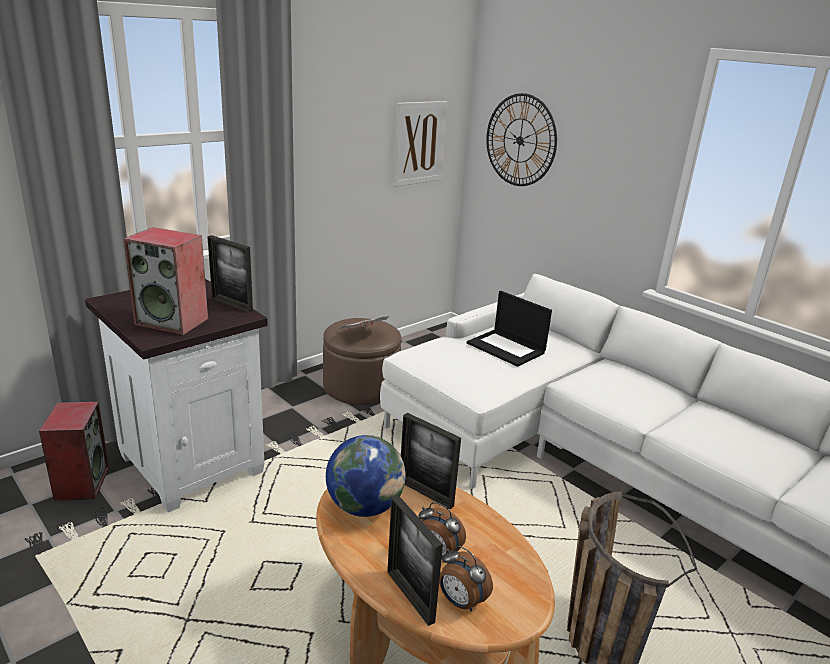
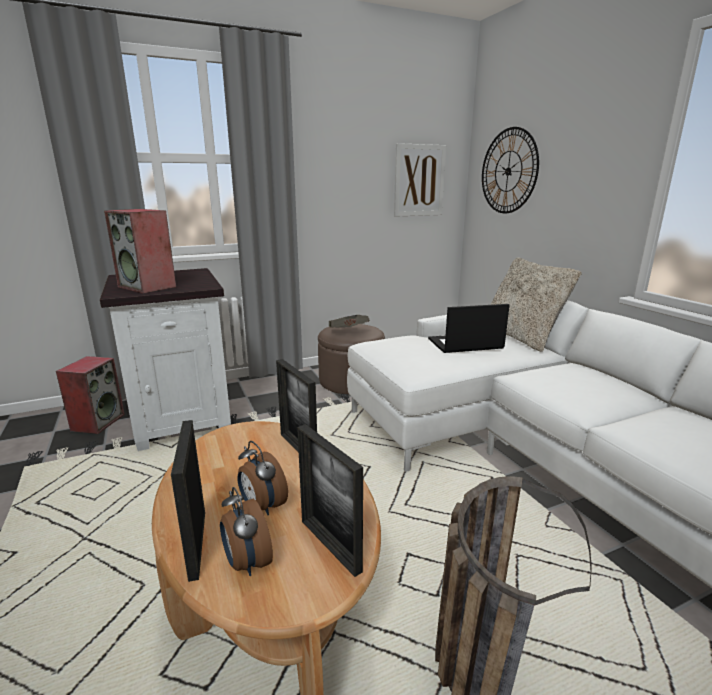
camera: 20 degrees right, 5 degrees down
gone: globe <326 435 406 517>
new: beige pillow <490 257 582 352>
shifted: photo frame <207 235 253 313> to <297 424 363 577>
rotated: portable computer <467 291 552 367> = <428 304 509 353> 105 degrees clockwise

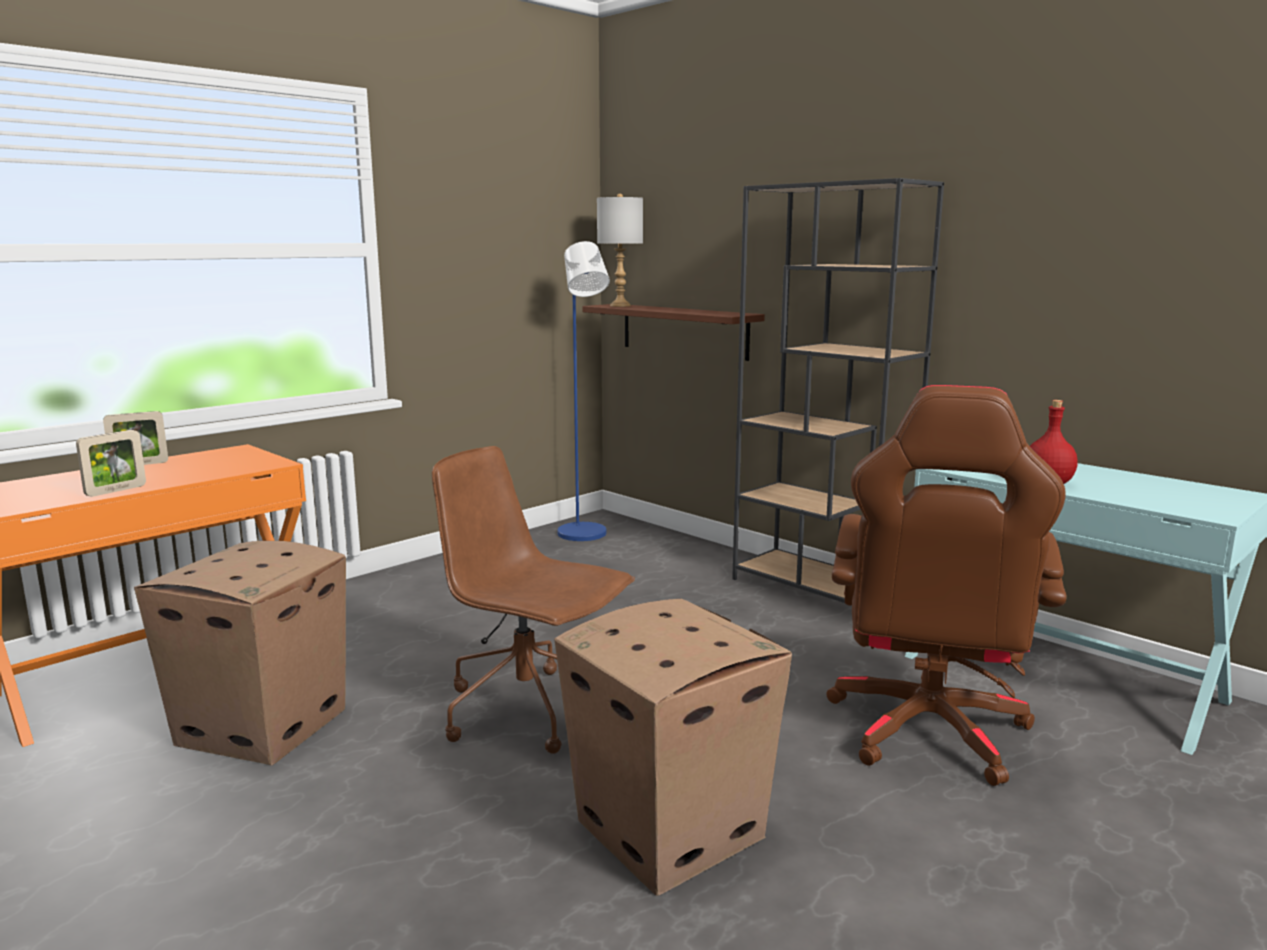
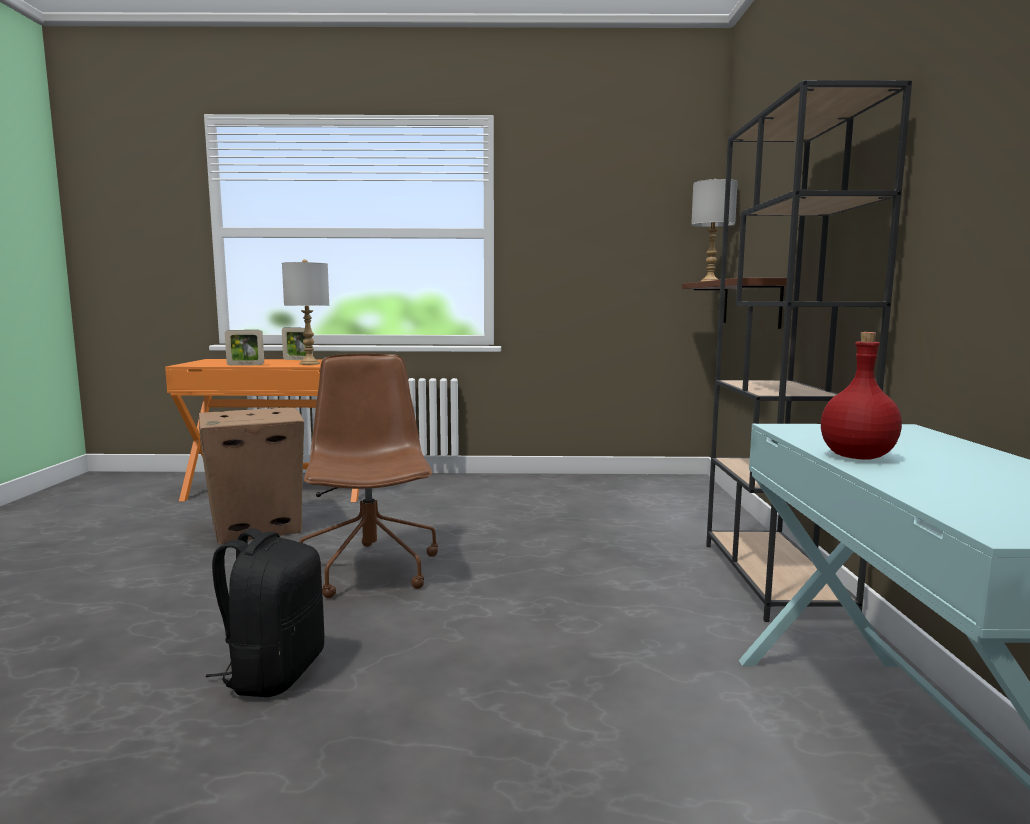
camera: 45 degrees right, 5 degrees down
gone: bluish standard lamp <558 241 610 541>; brownish computer chair <826 385 1066 786>
new: greyish tabletop lamp <282 259 329 365>
swapped: carton <554 599 792 895> to black-coloured backpack <205 529 324 697>

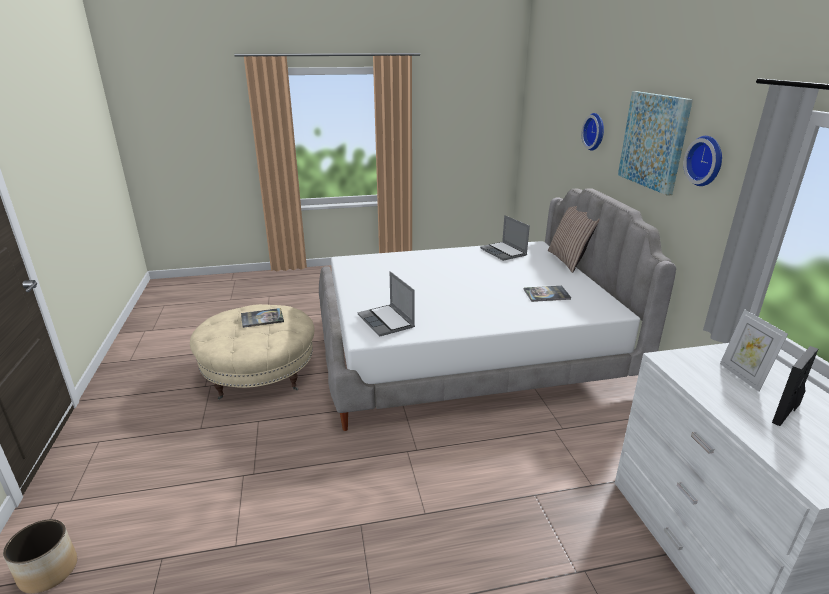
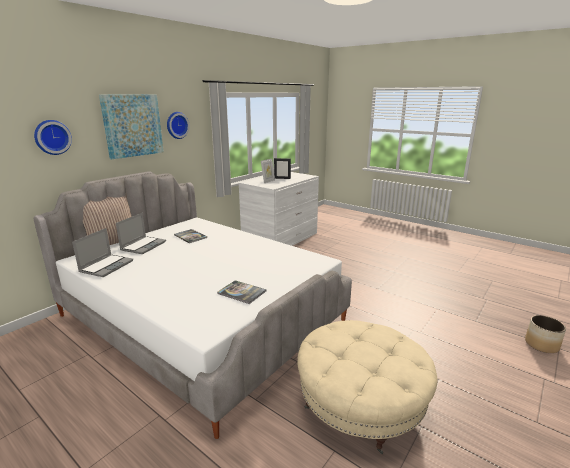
camera: 130 degrees left, 5 degrees down
shifted: bound book <241 308 284 328> to <217 280 266 304>; portable computer <358 271 415 337> to <116 213 166 254>

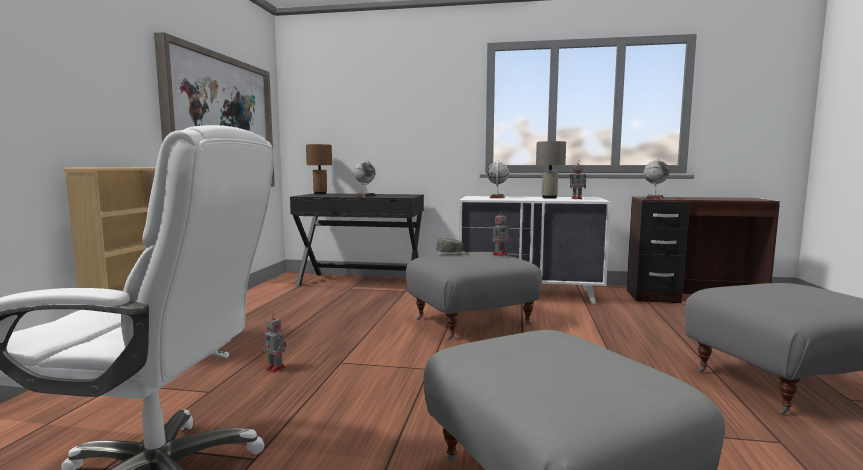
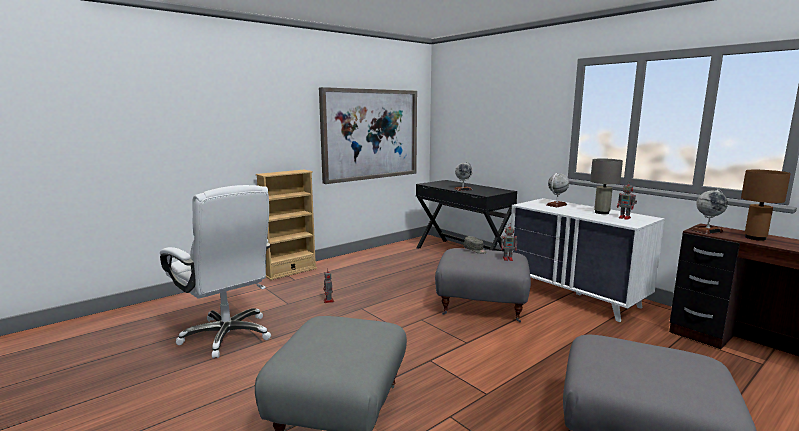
camera: 40 degrees right, 5 degrees up
shifted: brownish tabletop lamp <306 144 332 194> to <741 170 791 241>

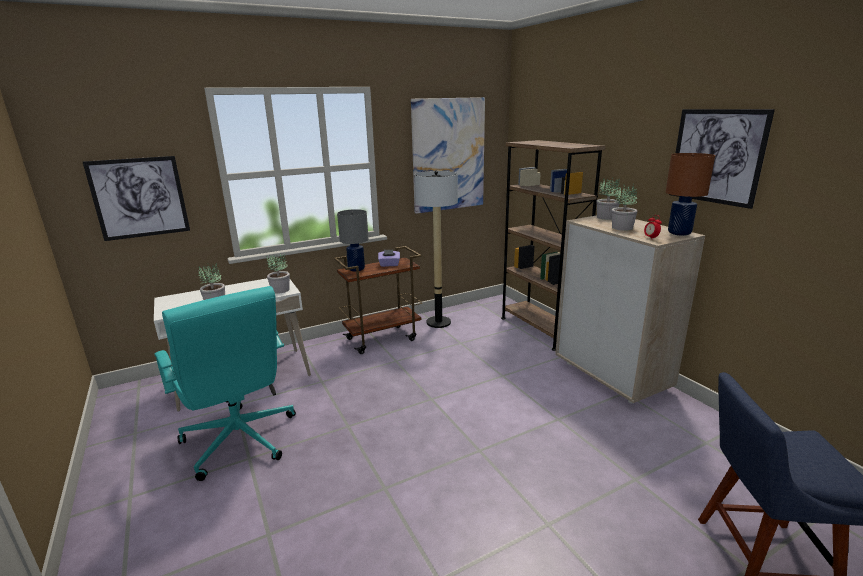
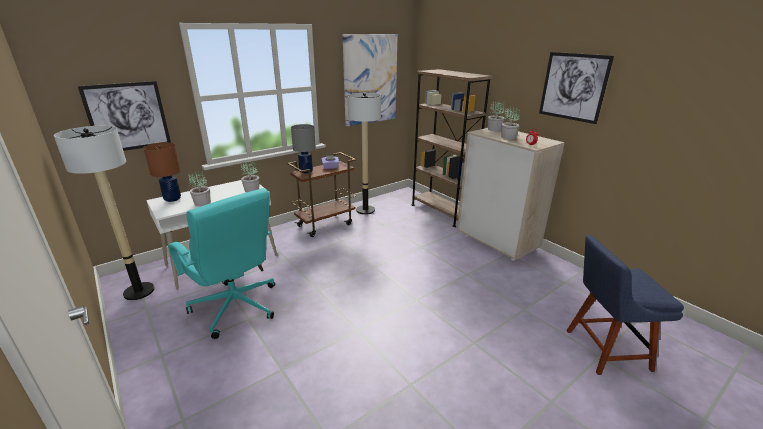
camera: 10 degrees left, 5 degrees up
new: standard lamp <54 126 155 300>
shifted: brownish tabletop lamp <666 153 715 236> to <143 142 181 202>

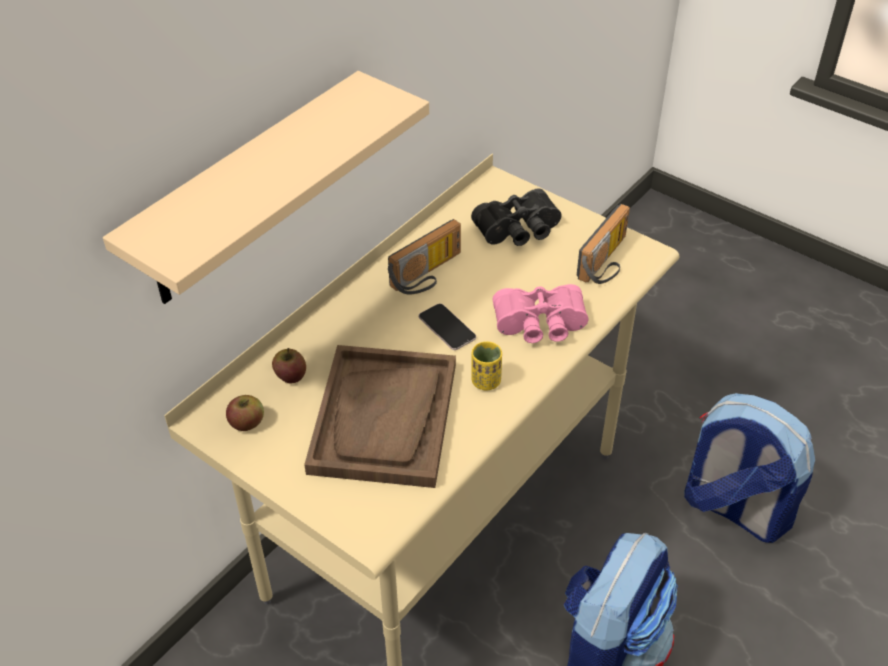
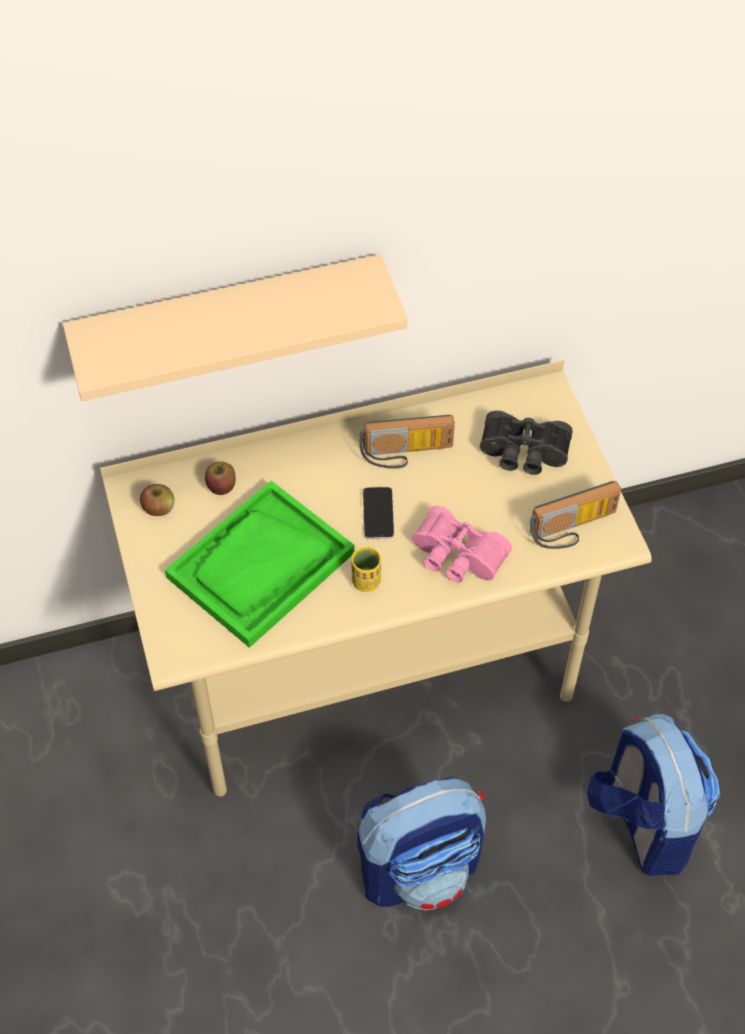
camera: 35 degrees right, 10 degrees up
repainted: brownish carrying tray <304 345 456 488> to green-coloured carrying tray <165 481 355 648>

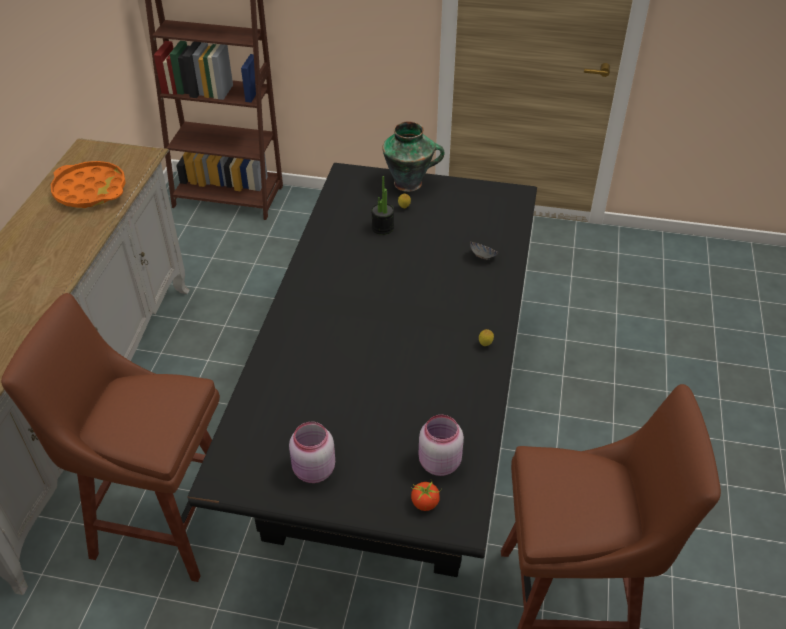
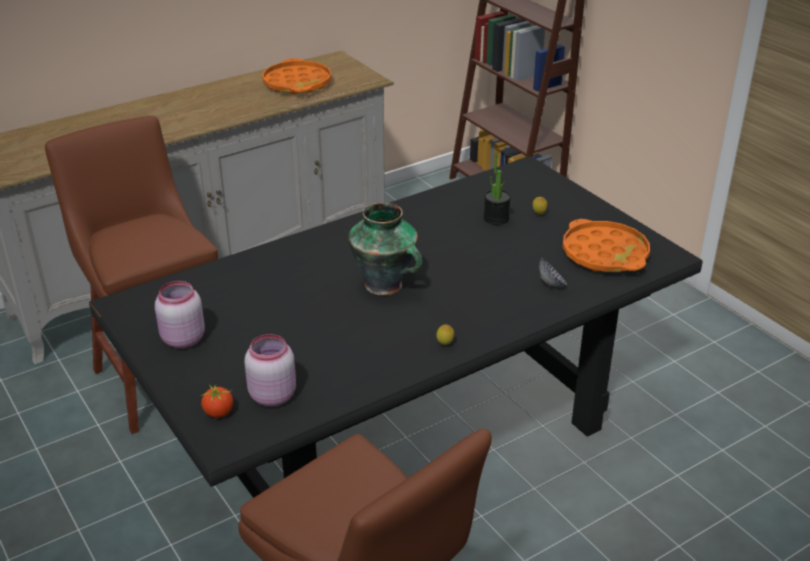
camera: 45 degrees right, 10 degrees down
new: orange-coloured carrying tray <563 219 650 272>
shifted: decorative vase <382 121 444 192> to <348 203 423 295>

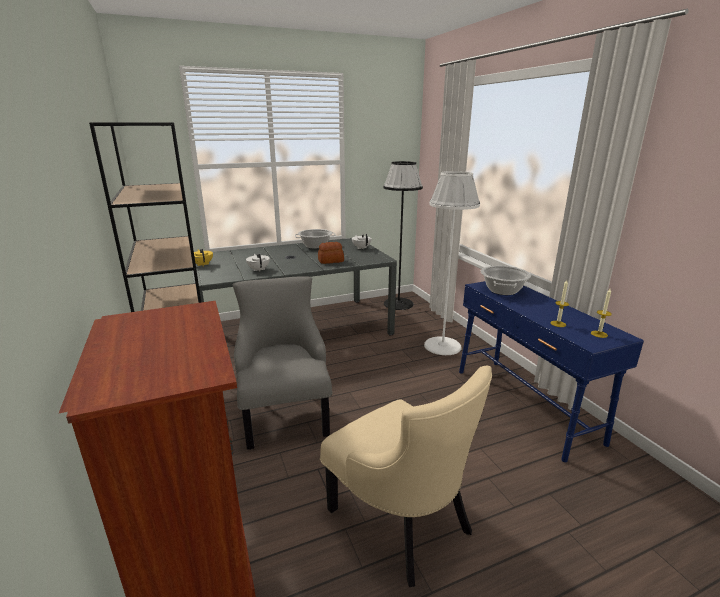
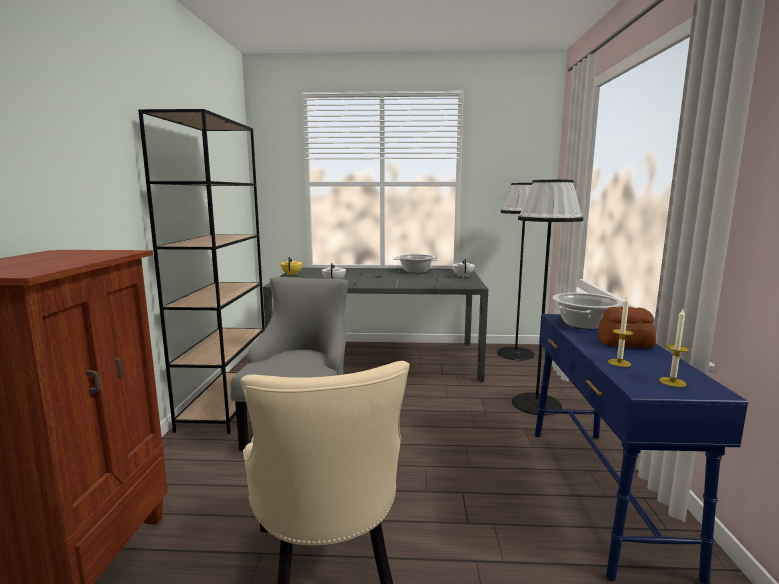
camera: 25 degrees right, 10 degrees down
shifted: bakery bread <318 242 344 264> to <598 307 656 348>
repainted: whitish standard lamp <424 171 480 355> to black-coloured standard lamp <512 180 583 415>

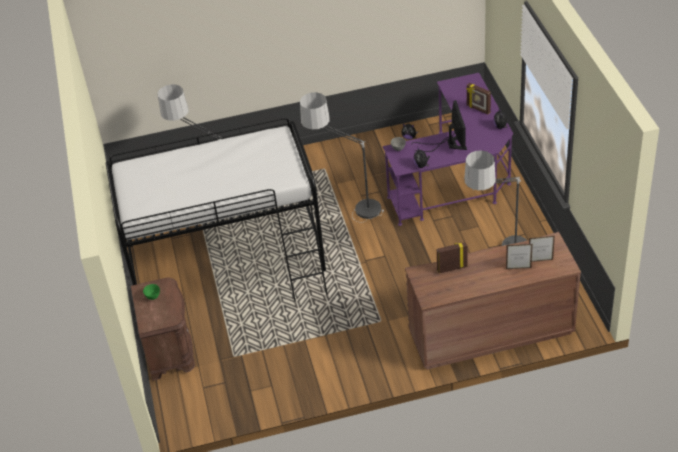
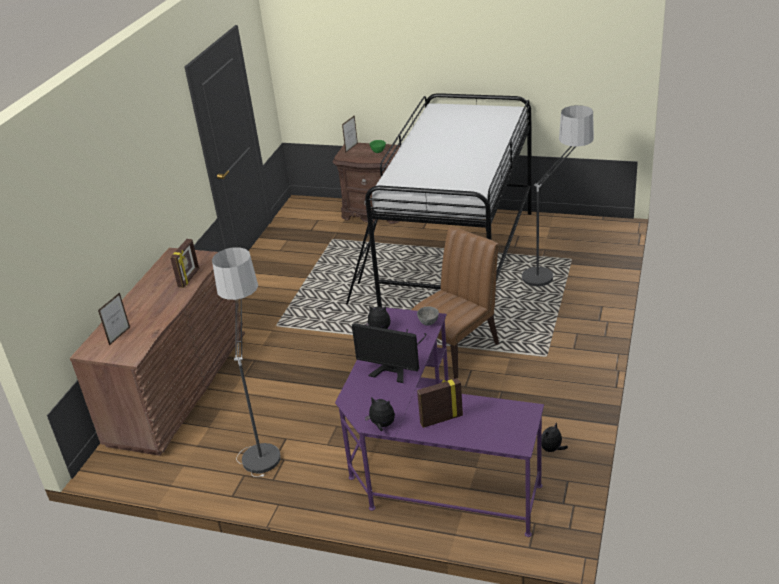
camera: 120 degrees right, 10 degrees down
shifted: photo frame <506 244 533 269> to <342 115 358 153>
swapped: standard lamp <300 92 384 223> to brownish upright chair <411 227 499 379>

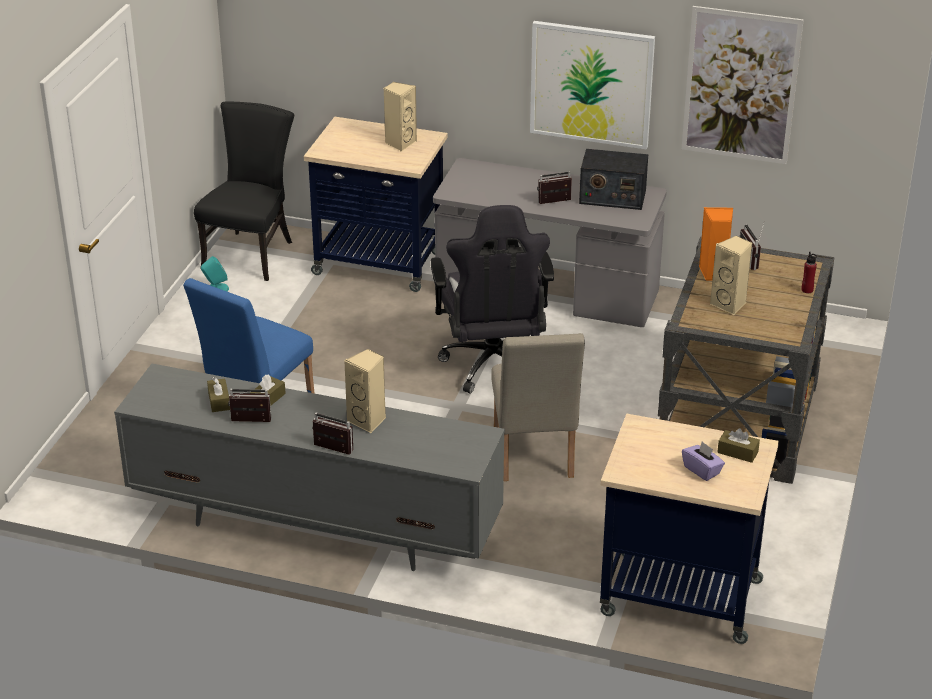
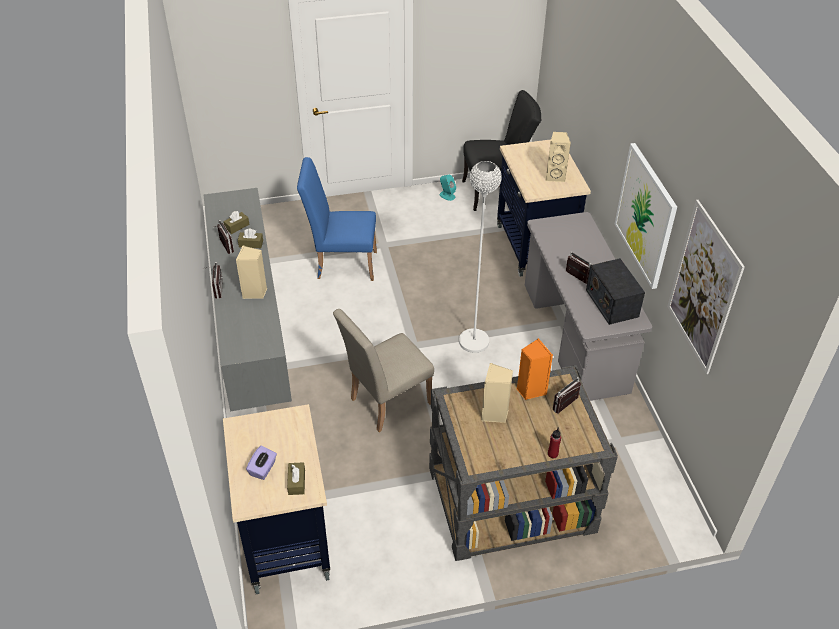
camera: 60 degrees right, 10 degrees up
swapped: black-coloured computer chair <431 205 554 394> to whitish standard lamp <459 161 502 353>

